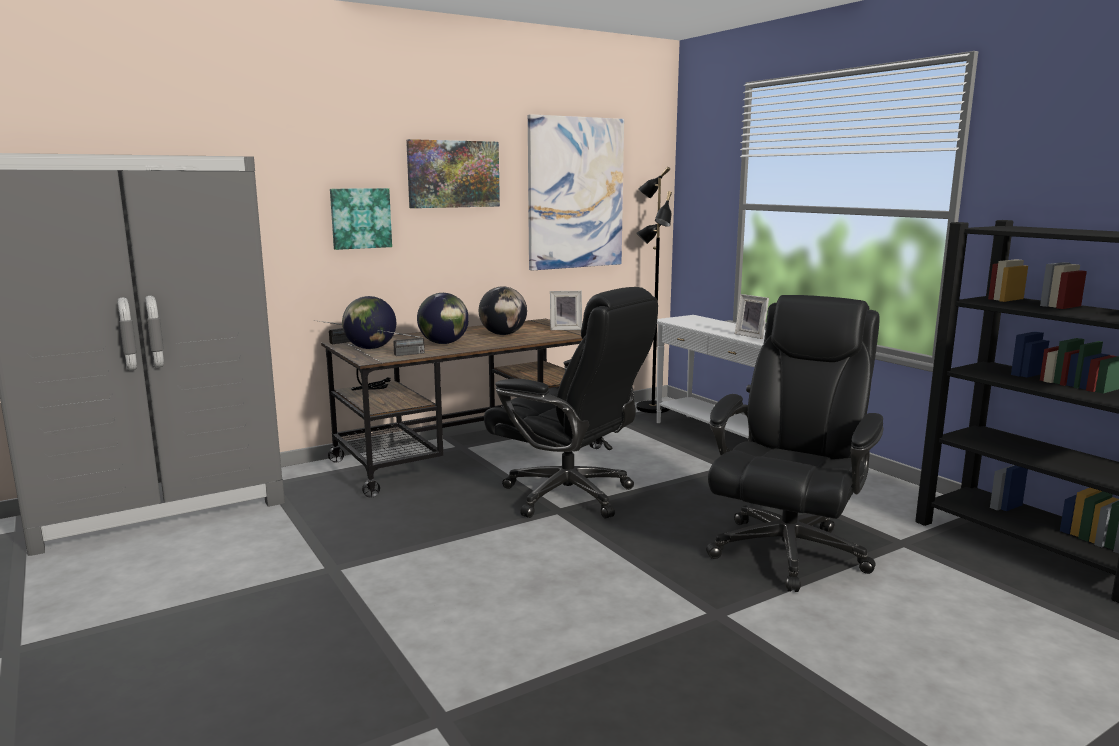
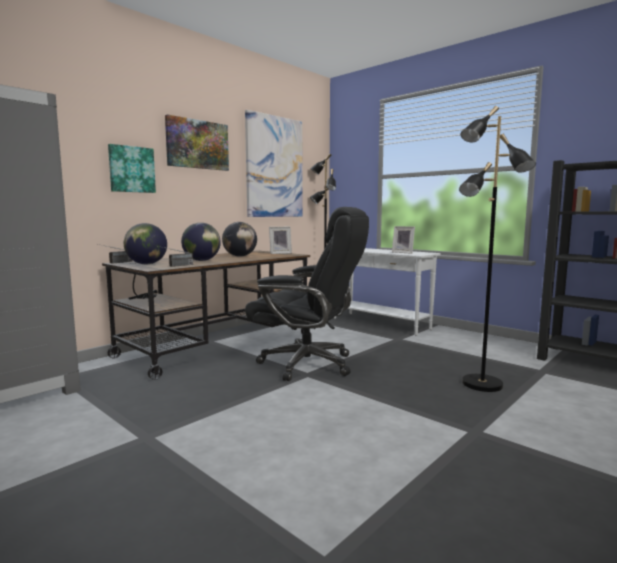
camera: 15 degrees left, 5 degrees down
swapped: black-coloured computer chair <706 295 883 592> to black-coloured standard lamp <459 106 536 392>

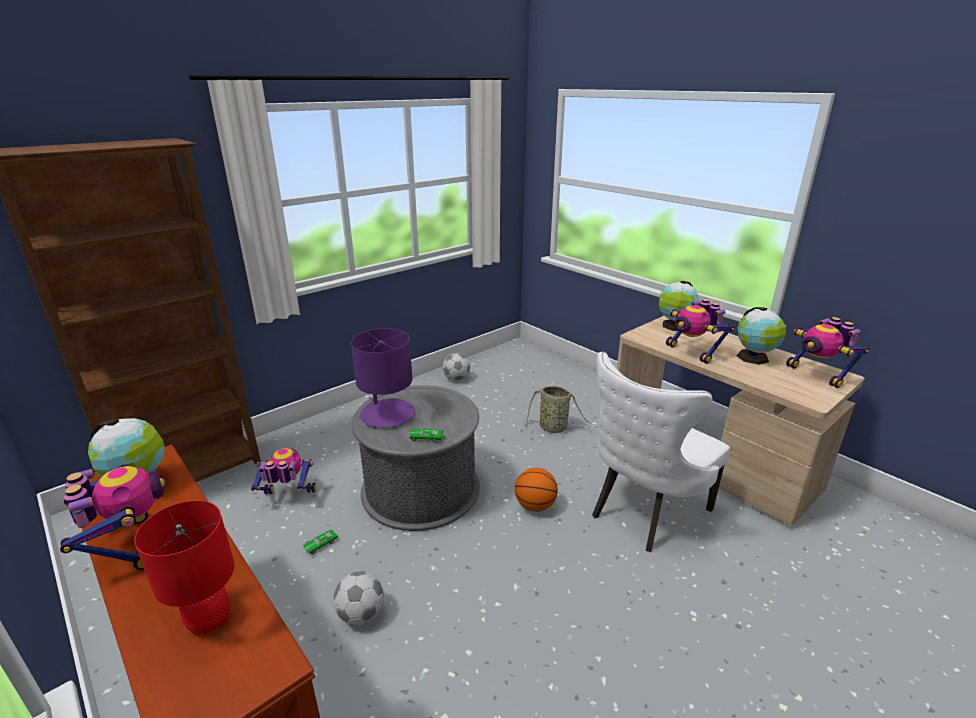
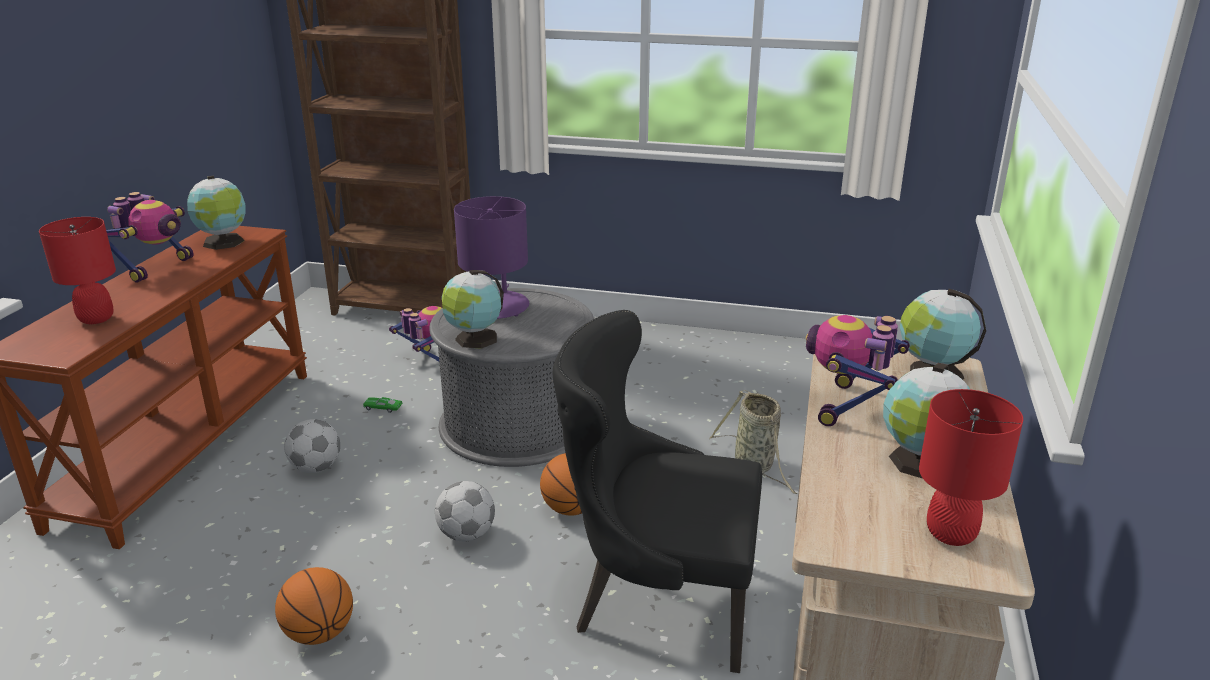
camera: 55 degrees right, 0 degrees up
new: basketball <275 567 353 645>
shifted: football ball <443 353 470 381> to <435 481 495 542>
swapped: green-coloured model car <409 428 443 442> to globe <442 270 504 349>; model robot <786 317 869 388> to red-coloured tabletop lamp <919 389 1023 546>
repainted: whitish upright chair <592 352 730 552> to black-coloured upright chair <553 310 762 673>

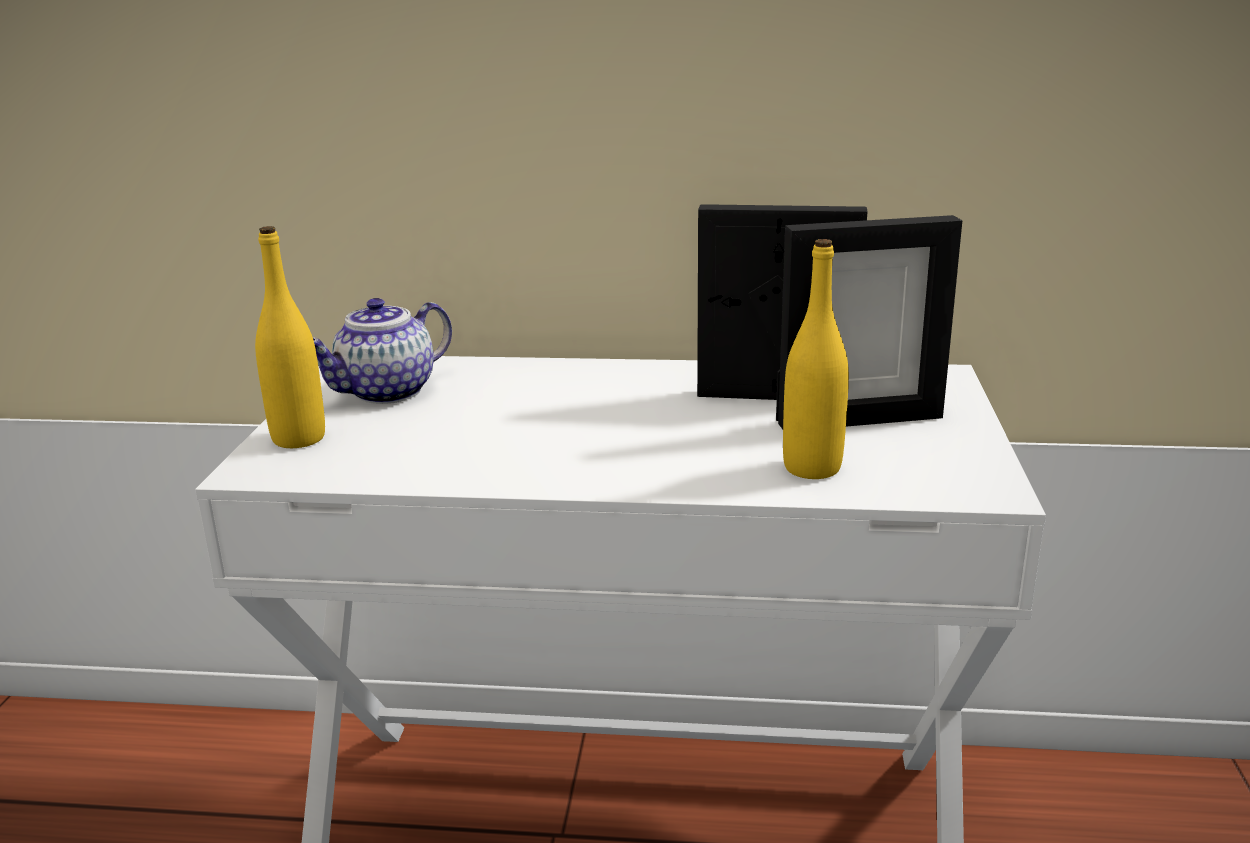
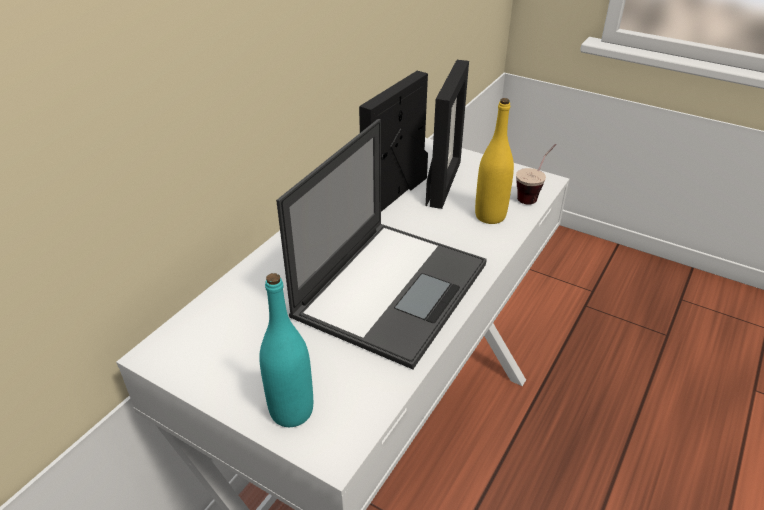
camera: 65 degrees left, 15 degrees up
gone: teapot <313 298 452 404>
new: portable computer <276 119 487 369>; cup <516 144 556 205>
repainted: yellow drink bottle <255 226 325 448> to turquoise-coloured drink bottle <259 273 313 427>

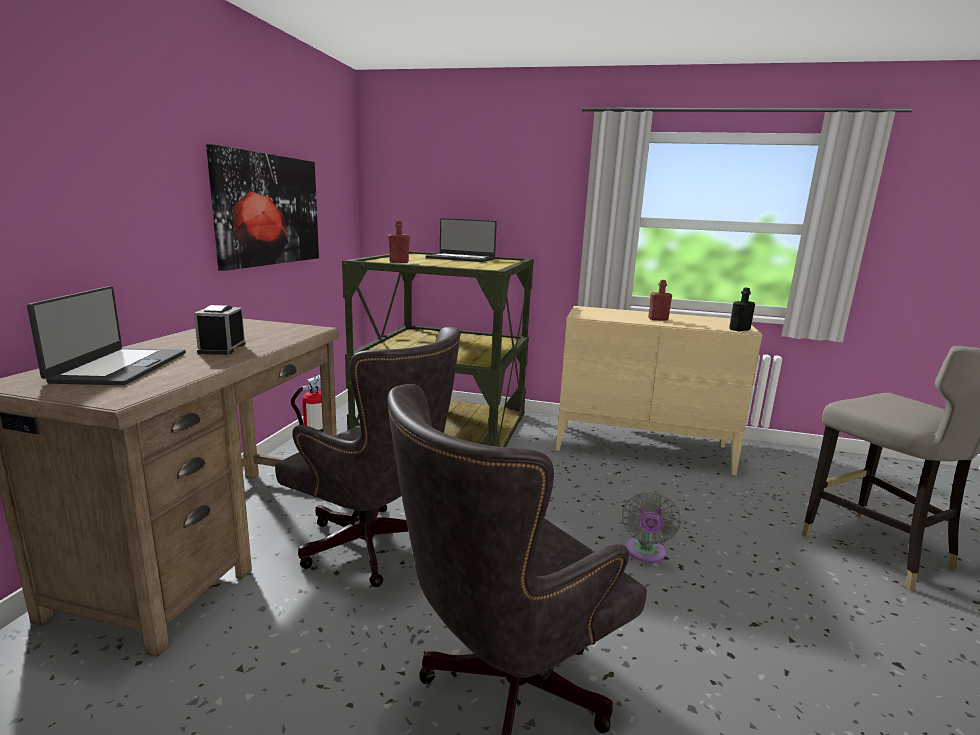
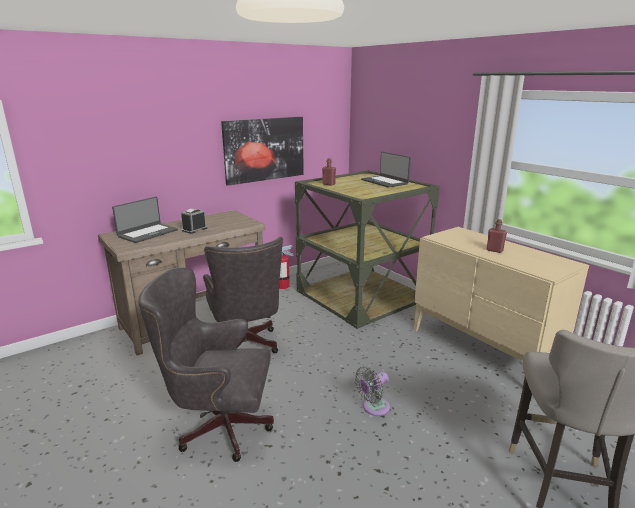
camera: 40 degrees right, 5 degrees up
gone: black-coloured drink bottle <729 288 755 331>

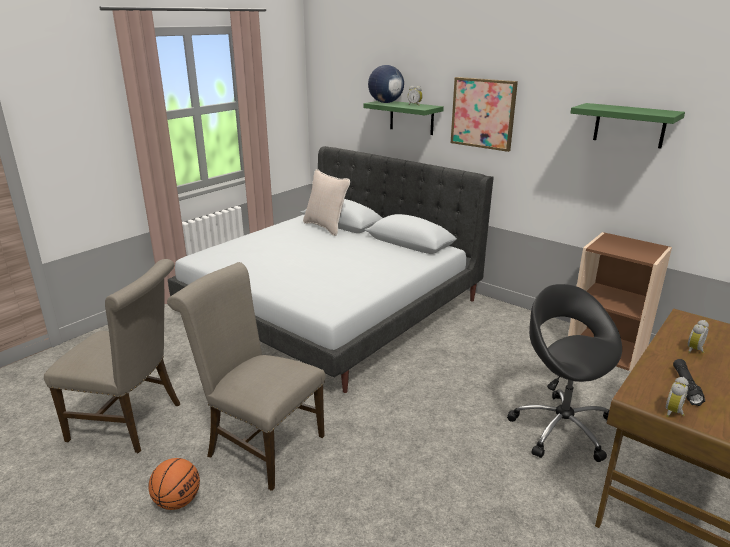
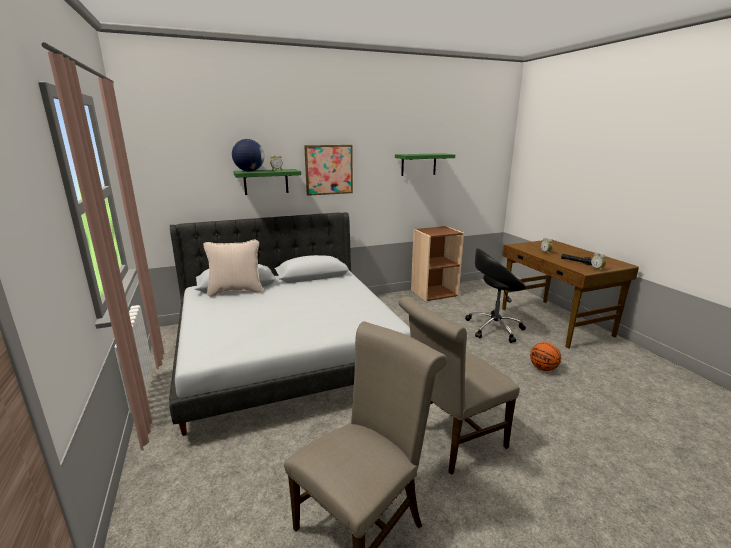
camera: 60 degrees left, 5 degrees down
shifted: basketball <148 458 200 510> to <530 342 561 371>

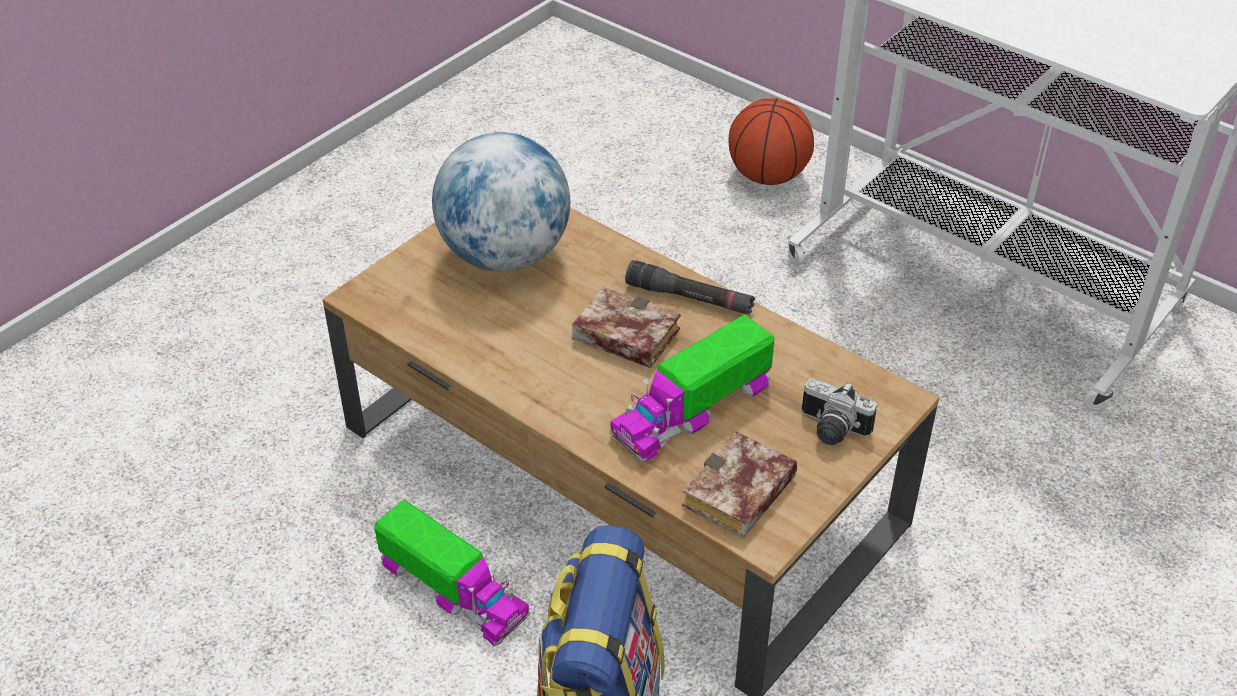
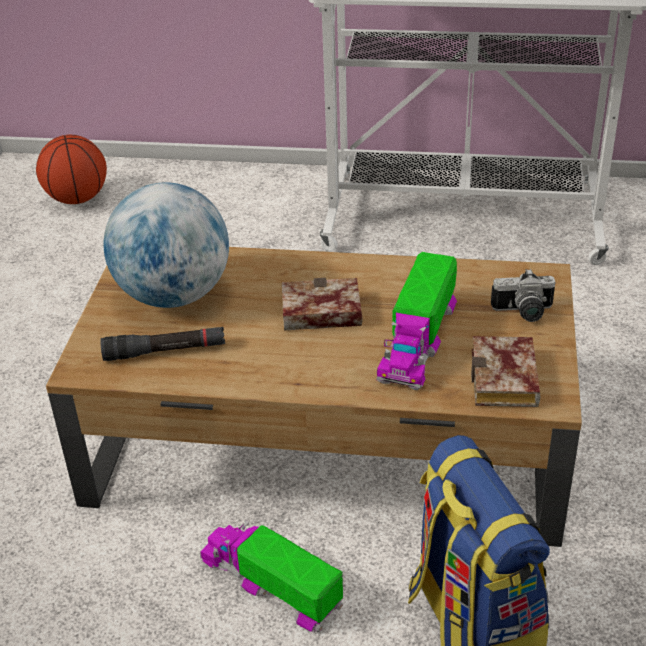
camera: 30 degrees left, 5 degrees down
shifted: black-coloured flashlight <625 260 755 315> to <100 327 225 361>; basketball <728 98 814 185> to <36 135 107 204>
rotated: model truck <374 500 530 646> = <200 521 343 632> 150 degrees counterclockwise

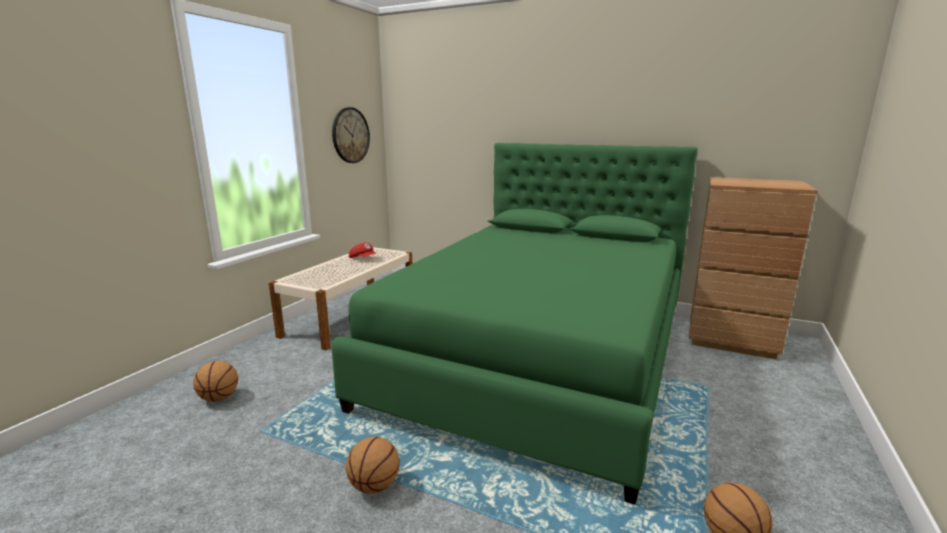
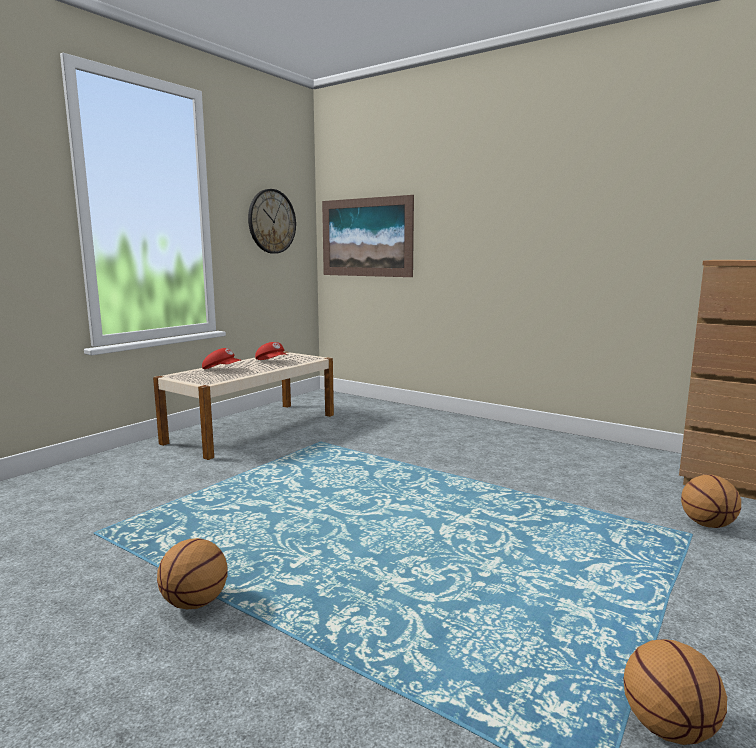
camera: 10 degrees right, 5 degrees down
gone: green-coloured bedroom bed <331 143 698 504>
new: red-coloured baseball cap <202 348 241 369>; wall picture <322 195 414 277>
shifted: basketball <193 361 238 402> to <681 475 741 528>

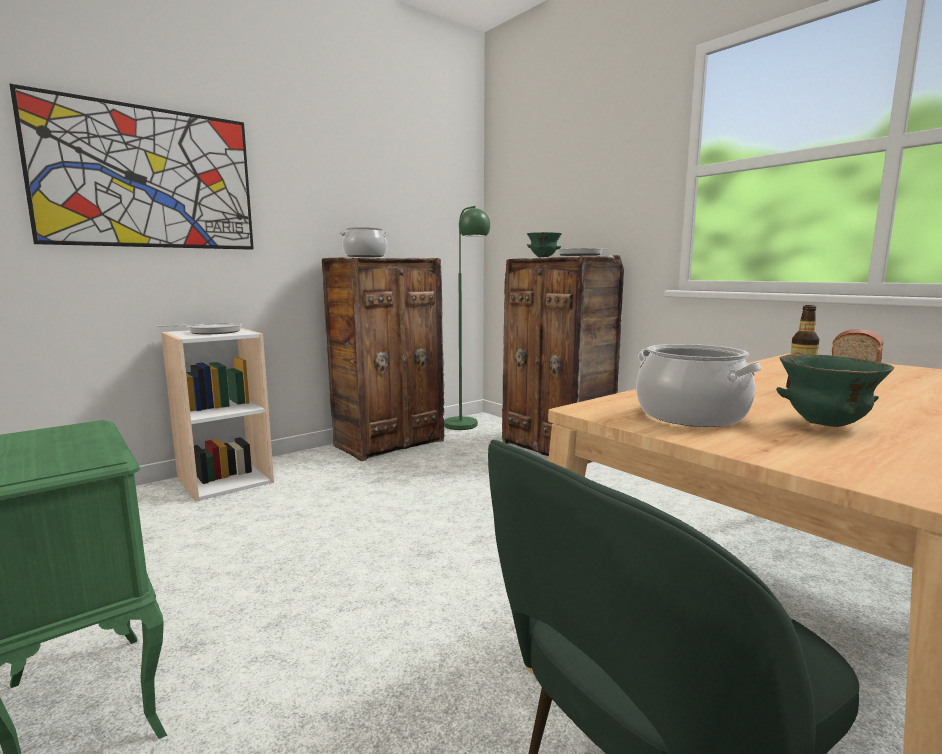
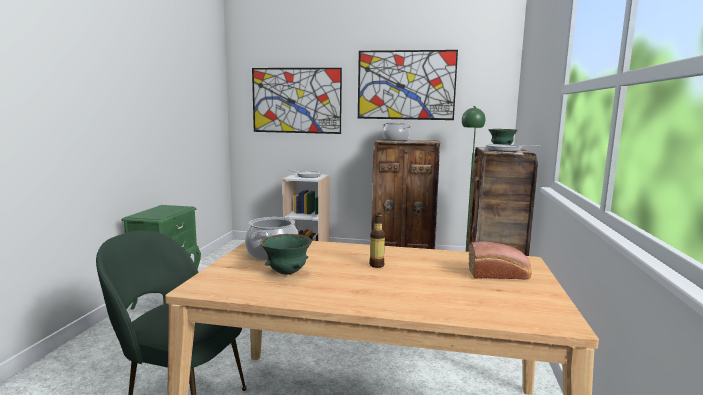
camera: 50 degrees right, 0 degrees up
new: wall picture <358 50 458 120>

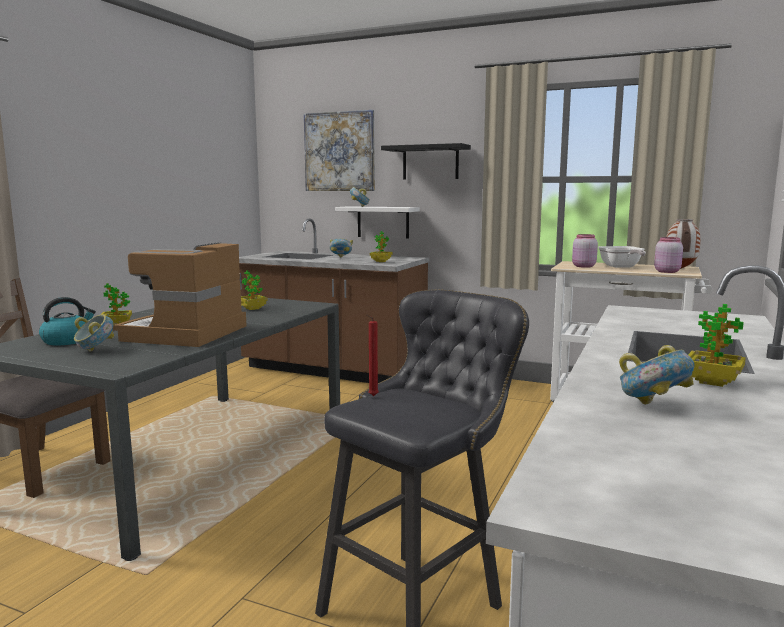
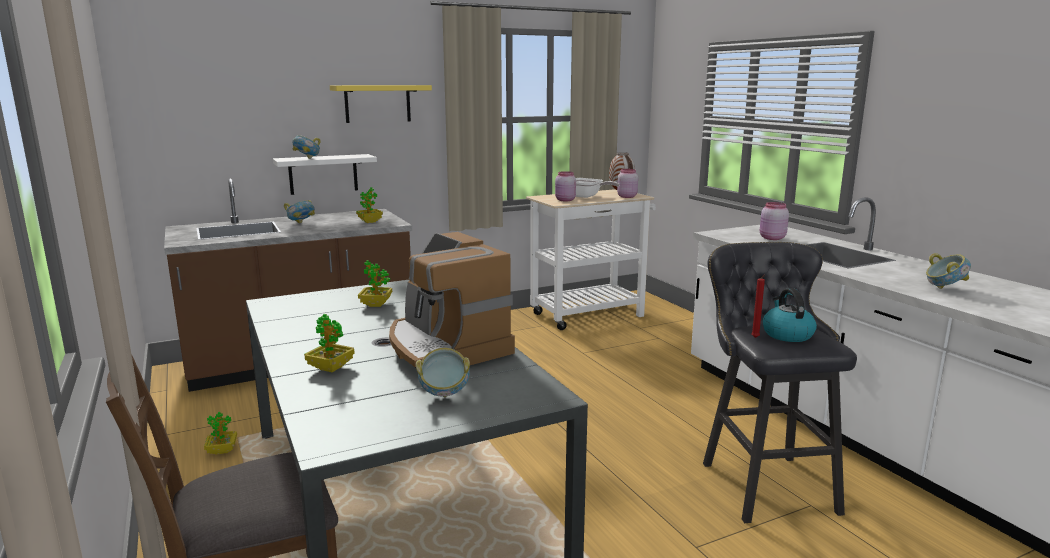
camera: 50 degrees left, 5 degrees up
gone: wall picture <304 110 375 191>
new: pinkish storage jar <760 202 789 240>
shifted: kettle <39 297 96 345> to <763 288 817 342>; potted plant <688 304 746 387> to <204 412 237 455>
repainted: black-coloured shelf <381 143 471 179> to yellow shelf <330 85 432 123>

